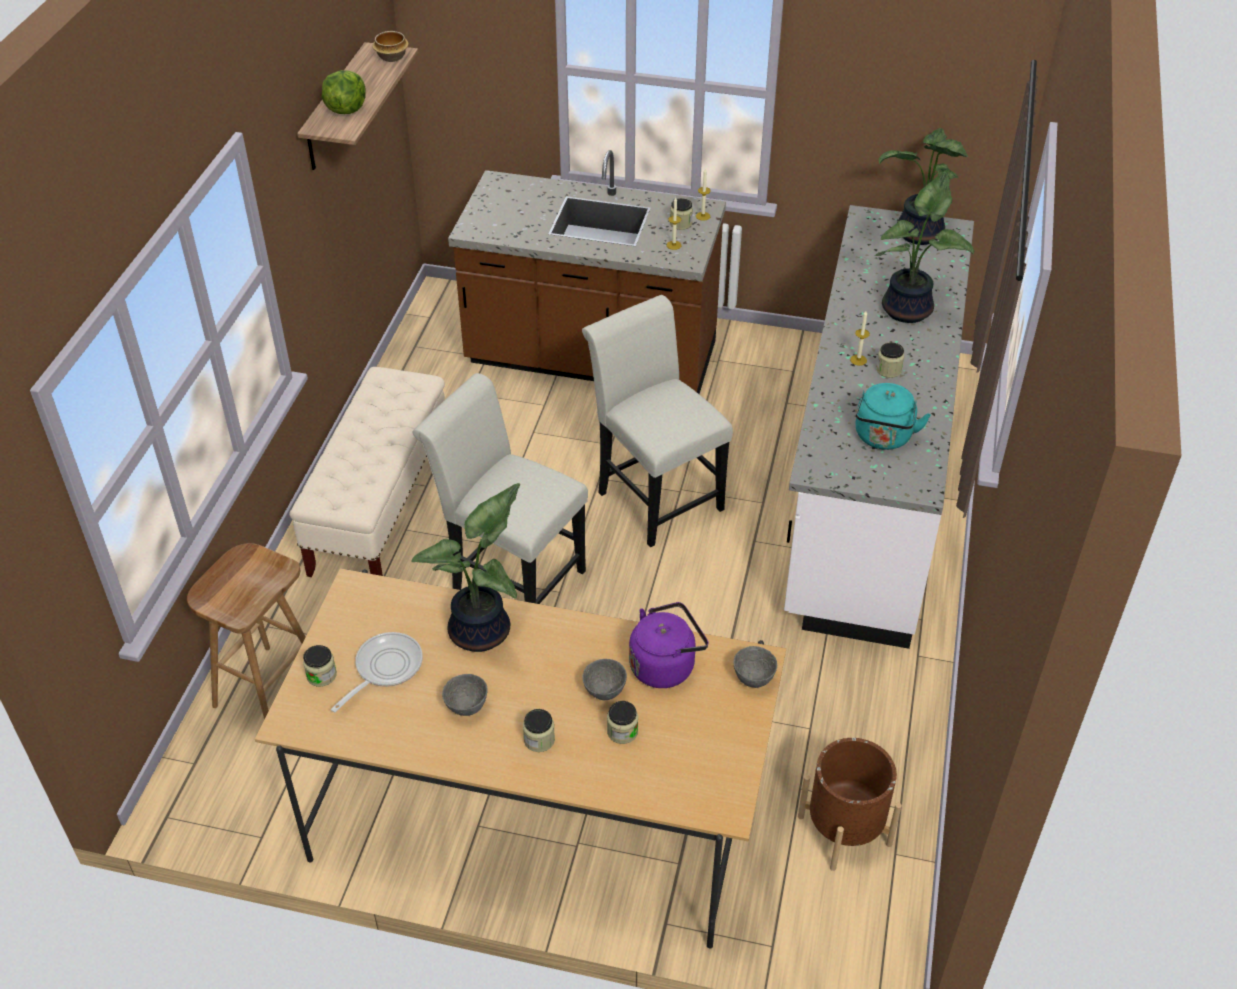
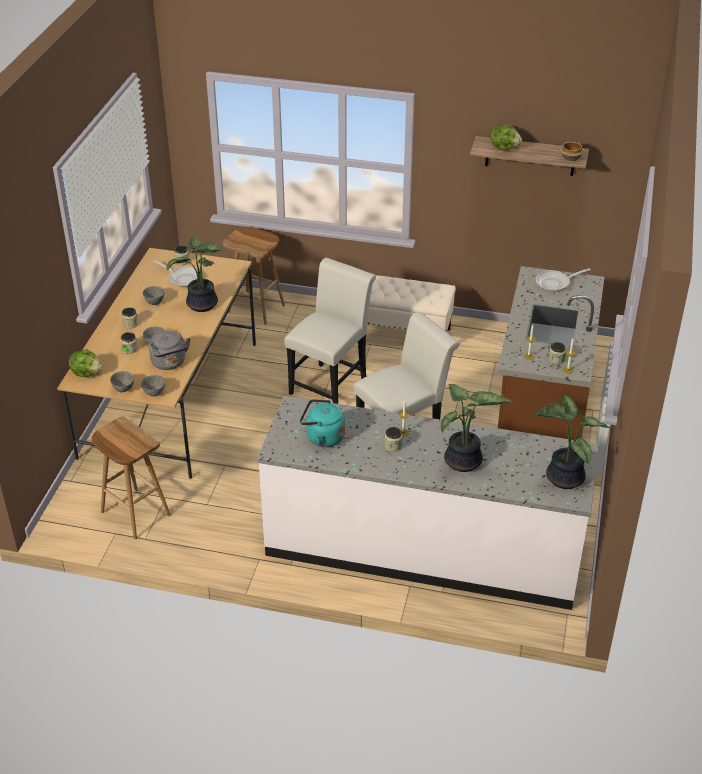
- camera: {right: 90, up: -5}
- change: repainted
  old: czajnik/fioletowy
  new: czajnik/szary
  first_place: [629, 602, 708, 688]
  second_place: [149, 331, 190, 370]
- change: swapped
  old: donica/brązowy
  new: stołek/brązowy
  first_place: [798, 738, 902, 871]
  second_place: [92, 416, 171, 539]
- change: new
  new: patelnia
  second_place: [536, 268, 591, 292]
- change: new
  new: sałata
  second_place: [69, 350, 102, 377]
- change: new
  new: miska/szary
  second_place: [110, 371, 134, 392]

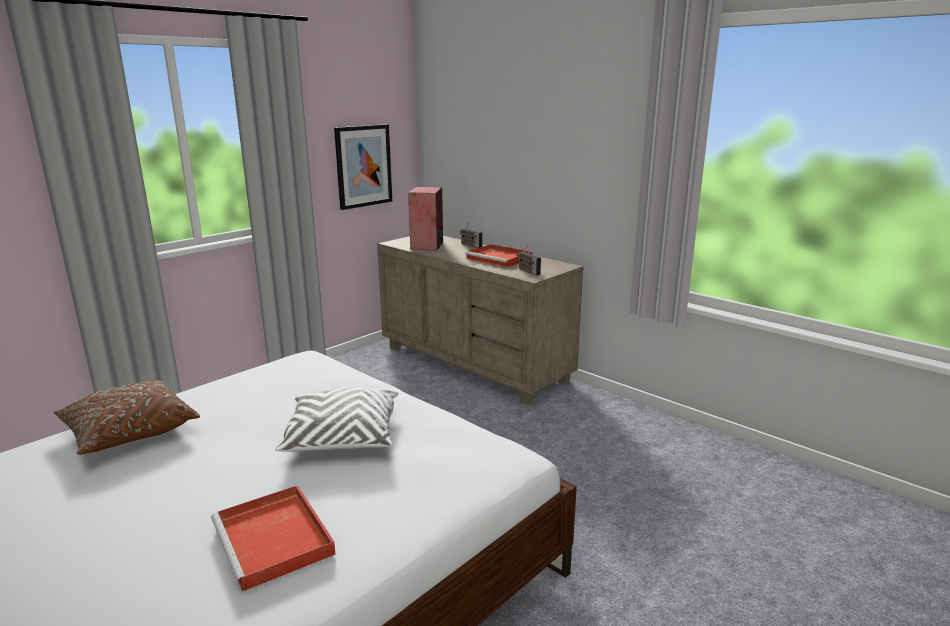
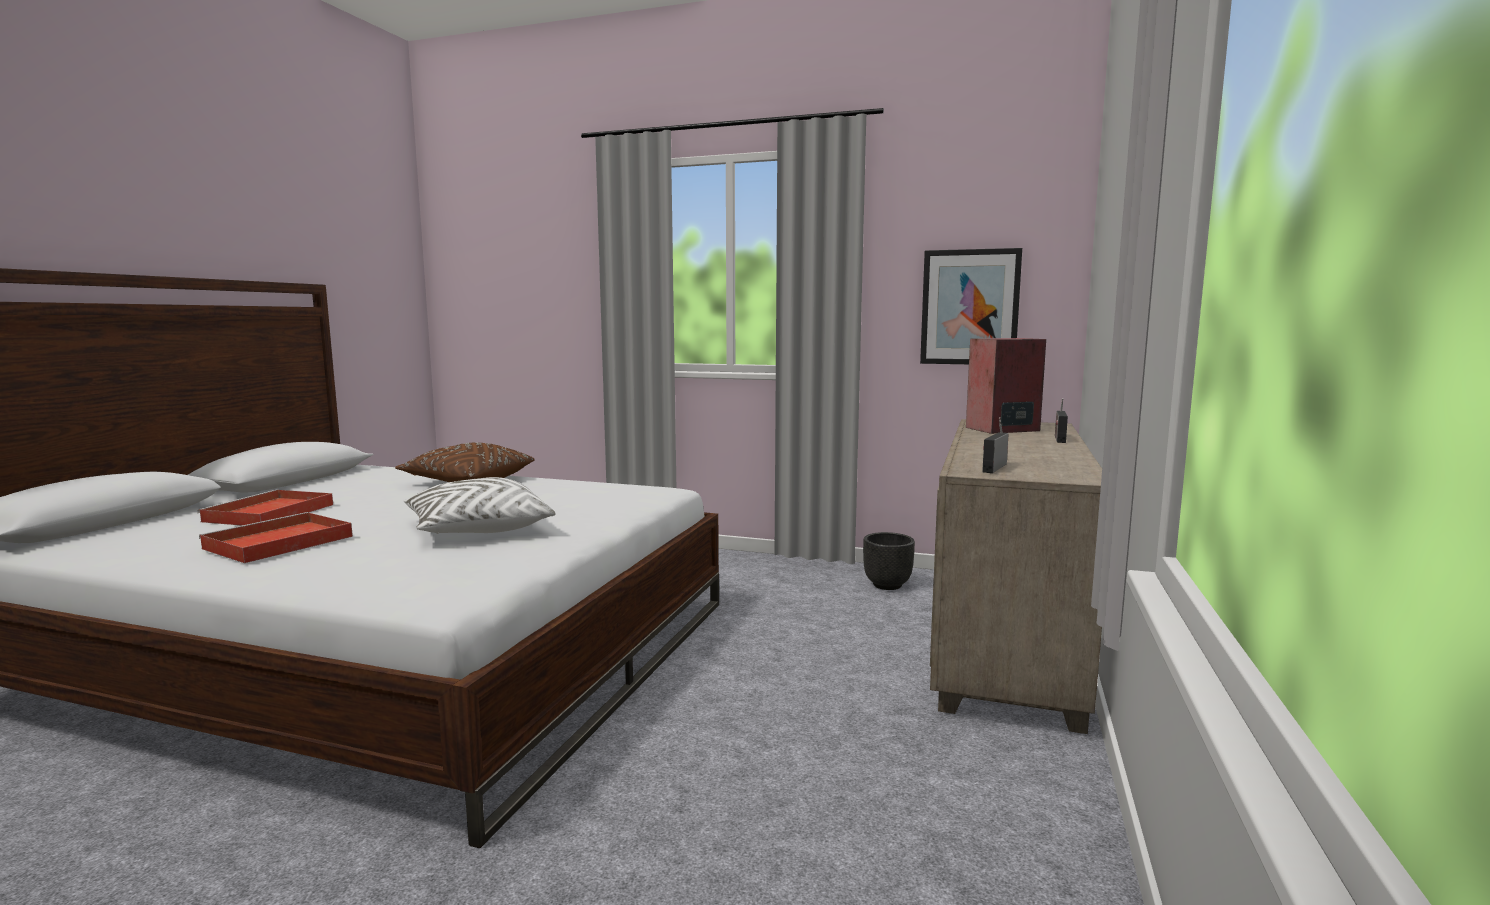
- camera: {right: 65, up: -10}
- change: shifted
  old: taca/czerwony
  first_place: [465, 244, 532, 268]
  second_place: [197, 489, 333, 526]
- change: new
  new: donica/czarny
  second_place: [863, 532, 915, 590]

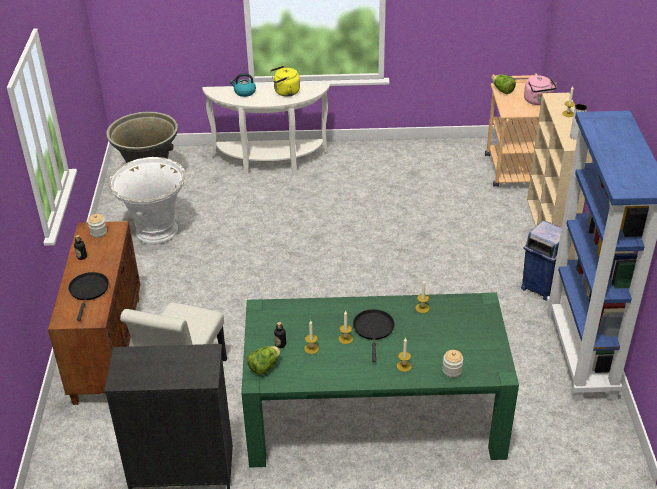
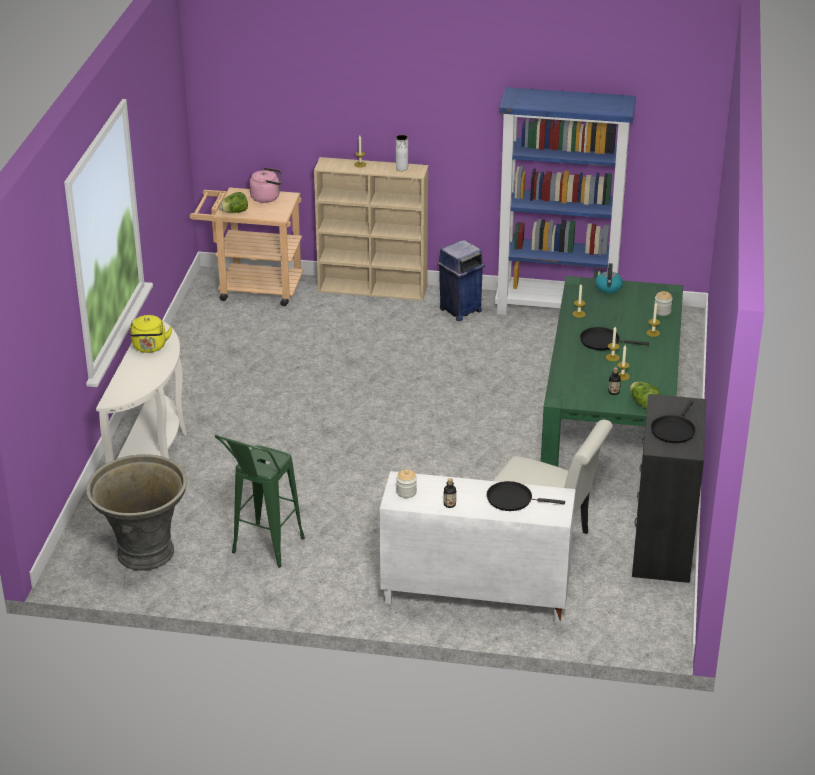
- camera: {right: -80, up: -5}
- change: shifted
  old: czajnik
  first_place: [230, 73, 256, 97]
  second_place: [595, 263, 623, 293]
- change: swapped
  old: donica/biały
  new: stołek/zielony
  first_place: [109, 157, 186, 244]
  second_place: [215, 435, 305, 568]
- change: repainted
  old: szafka/brązowy
  new: szafka/biały
  first_place: [48, 221, 140, 405]
  second_place: [380, 471, 576, 622]
- change: new
  new: patelnia/czarny
  second_place: [651, 401, 696, 443]

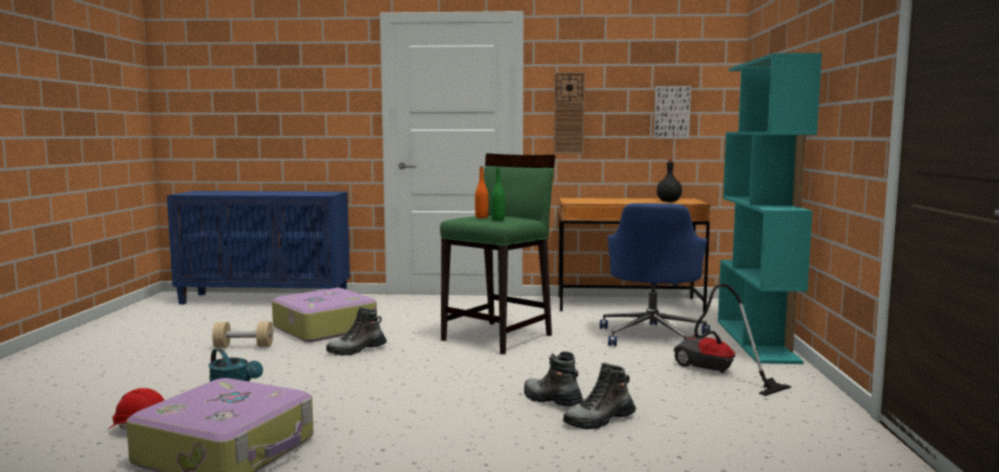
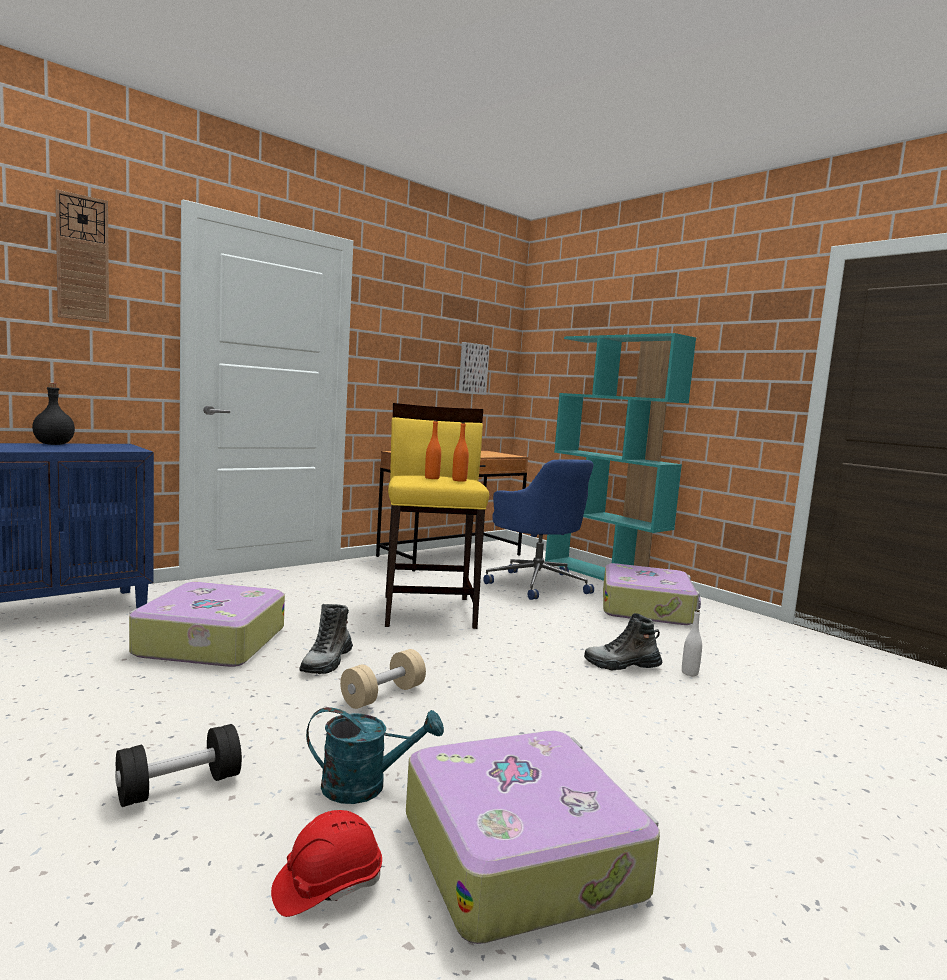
- camera: {right: -45, up: 0}
- change: shifted
  old: zegar ścienny
  first_place: [554, 72, 585, 154]
  second_place: [55, 189, 109, 323]
- change: repainted
  old: stołek/zielony
  new: stołek/żółty
  first_place: [440, 153, 555, 355]
  second_place: [385, 403, 489, 629]
- change: shifted
  old: butelka/czarny
  first_place: [657, 159, 682, 202]
  second_place: [32, 383, 75, 445]
- change: repainted
  old: butelka/zielony
  new: butelka/pomarańczowy
  first_place: [491, 168, 505, 220]
  second_place: [452, 422, 469, 482]
- change: swapped
  old: odkurzacz
  new: walizka
  first_place: [674, 284, 791, 396]
  second_place: [603, 563, 701, 625]
- change: shifted
  old: hantel/beżowy
  first_place: [212, 321, 273, 348]
  second_place: [340, 649, 426, 709]
- change: swapped
  old: but z cholewką
  new: butelka/biały
  first_place: [563, 363, 636, 429]
  second_place: [682, 609, 702, 676]
- change: new
  new: hantel/czarny
  second_place: [115, 724, 242, 807]

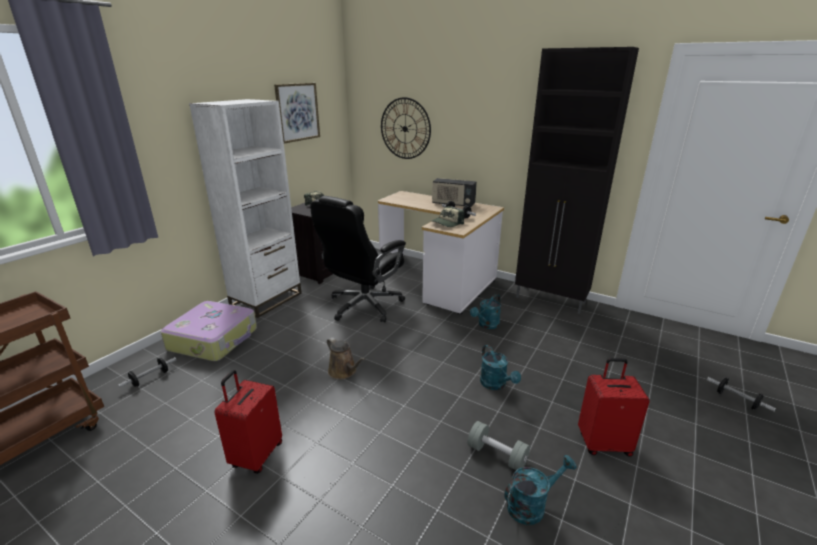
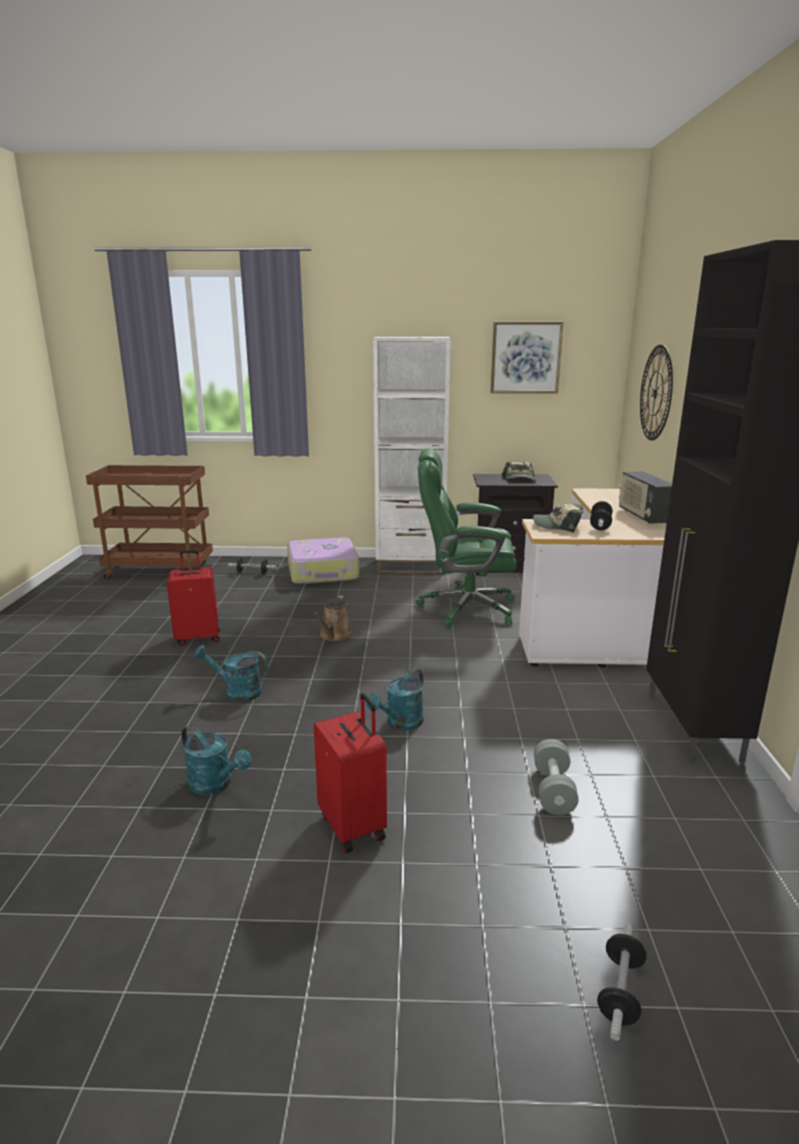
- camera: {right: 60, up: -5}
- change: repainted
  old: krzesło biurowe/czarny
  new: krzesło biurowe/zielony
  first_place: [310, 196, 406, 322]
  second_place: [416, 448, 516, 628]
- change: shifted
  old: konewka/turkusowy
  first_place: [470, 294, 501, 329]
  second_place: [194, 645, 268, 702]
- change: shifted
  old: hantel/szary
  first_place: [467, 421, 530, 470]
  second_place: [534, 739, 579, 815]

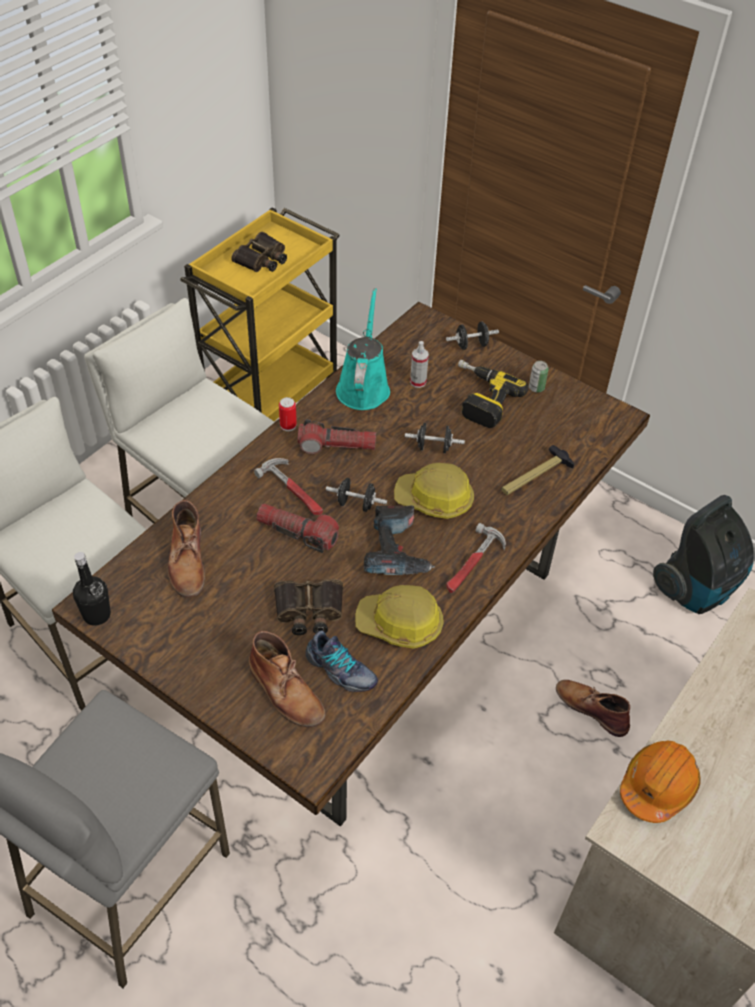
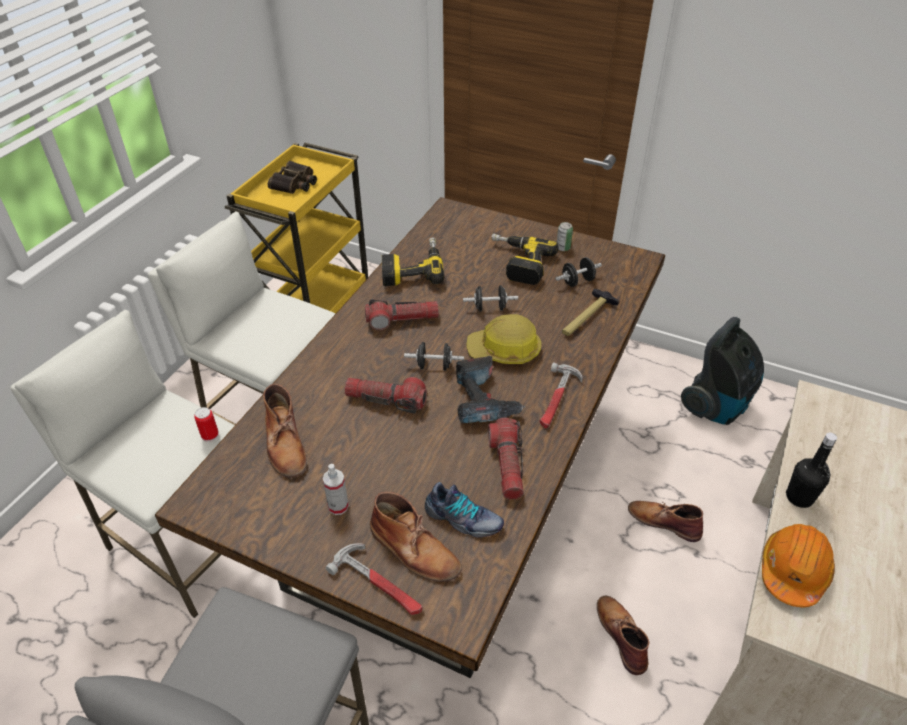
- camera: {right: -10, up: -5}
- change: swapped
  old: konewka/turkusowy
  new: wiertarka
  first_place: [336, 288, 390, 410]
  second_place: [382, 237, 445, 286]
- change: shifted
  old: hantel/czarny
  first_place: [446, 321, 499, 350]
  second_place: [555, 257, 602, 287]
- change: shifted
  old: spryskiwacz
  first_place: [410, 341, 429, 388]
  second_place: [323, 464, 349, 515]
- change: shifted
  old: puszka
  first_place: [279, 397, 297, 431]
  second_place: [194, 407, 219, 442]
- change: shifted
  old: młotek
  first_place: [254, 458, 323, 515]
  second_place: [326, 543, 423, 615]
- change: shifted
  old: butelka/czarny
  first_place: [73, 552, 111, 626]
  second_place: [786, 432, 837, 508]
- change: gone
  old: lornetka
  first_place: [274, 579, 343, 635]
- change: swapped
  old: kask
  new: latarka
  first_place: [355, 585, 444, 649]
  second_place: [488, 418, 524, 500]
- change: new
  new: but z cholewką/brązowy
  second_place: [597, 596, 650, 675]

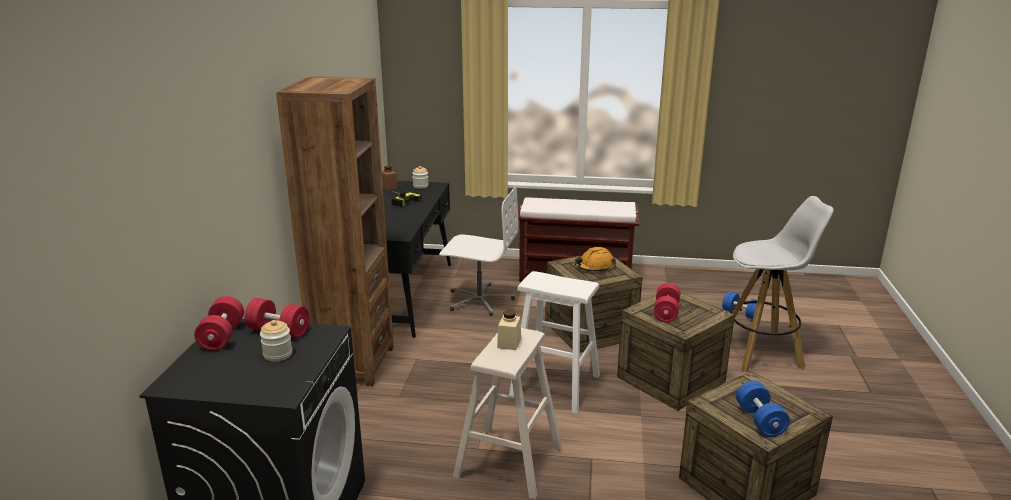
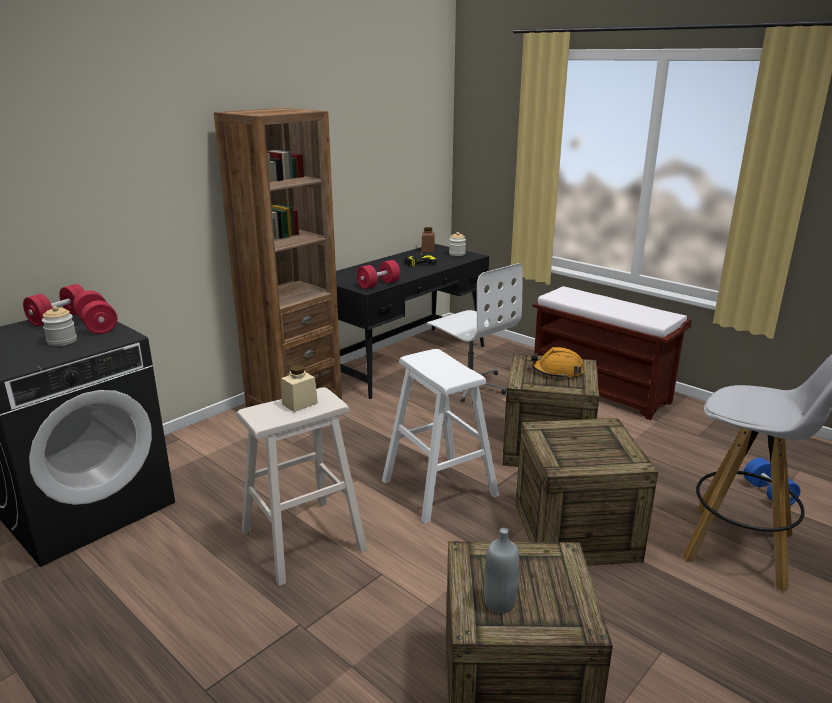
- camera: {right: 35, up: 0}
- change: shifted
  old: hantel/czerwony
  first_place: [654, 283, 680, 322]
  second_place: [357, 260, 400, 289]
- change: swapped
  old: hantel/niebieski
  new: butelka/szary
  first_place: [736, 381, 790, 437]
  second_place: [484, 528, 519, 613]

